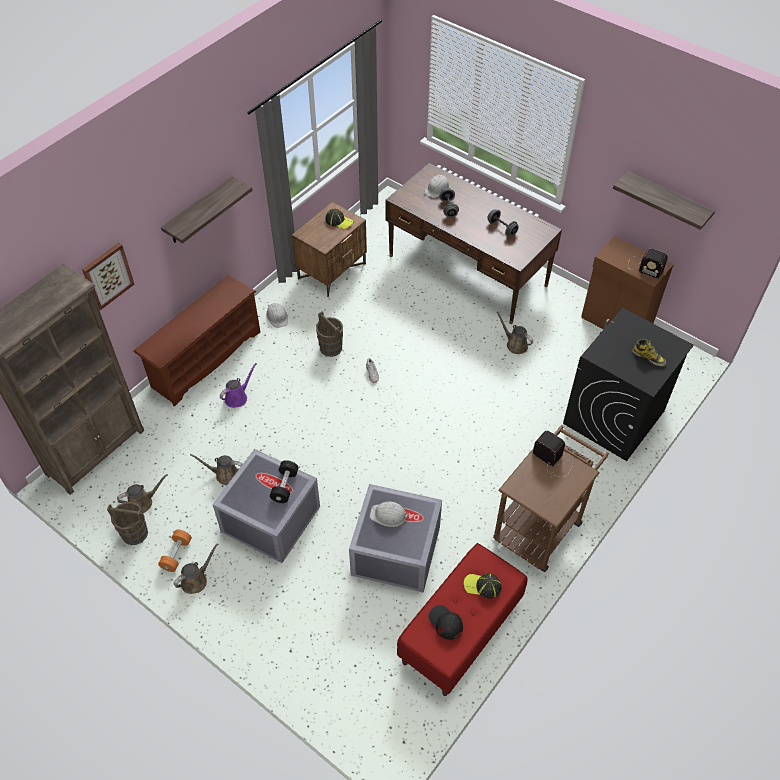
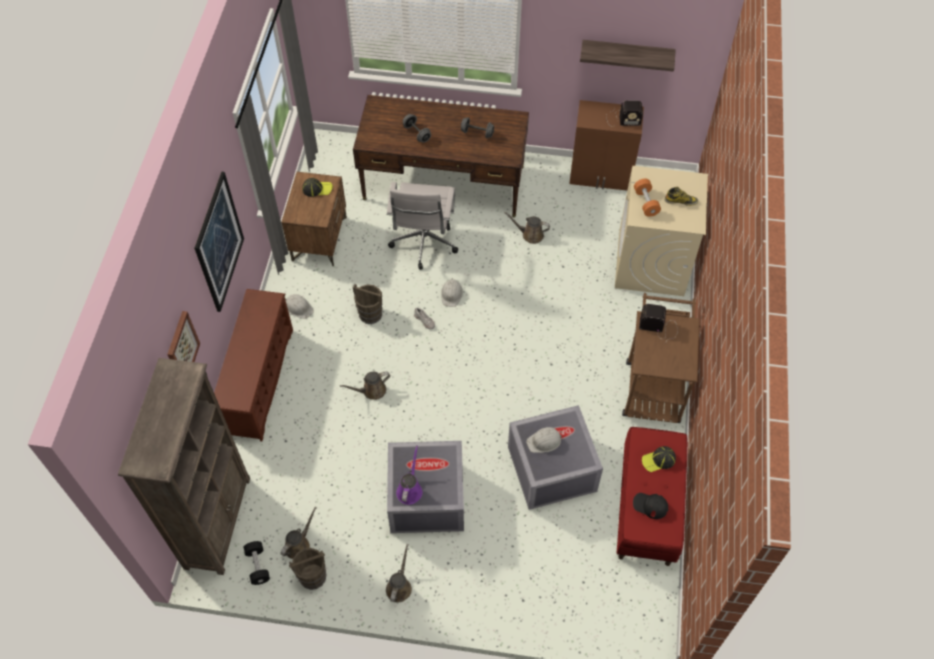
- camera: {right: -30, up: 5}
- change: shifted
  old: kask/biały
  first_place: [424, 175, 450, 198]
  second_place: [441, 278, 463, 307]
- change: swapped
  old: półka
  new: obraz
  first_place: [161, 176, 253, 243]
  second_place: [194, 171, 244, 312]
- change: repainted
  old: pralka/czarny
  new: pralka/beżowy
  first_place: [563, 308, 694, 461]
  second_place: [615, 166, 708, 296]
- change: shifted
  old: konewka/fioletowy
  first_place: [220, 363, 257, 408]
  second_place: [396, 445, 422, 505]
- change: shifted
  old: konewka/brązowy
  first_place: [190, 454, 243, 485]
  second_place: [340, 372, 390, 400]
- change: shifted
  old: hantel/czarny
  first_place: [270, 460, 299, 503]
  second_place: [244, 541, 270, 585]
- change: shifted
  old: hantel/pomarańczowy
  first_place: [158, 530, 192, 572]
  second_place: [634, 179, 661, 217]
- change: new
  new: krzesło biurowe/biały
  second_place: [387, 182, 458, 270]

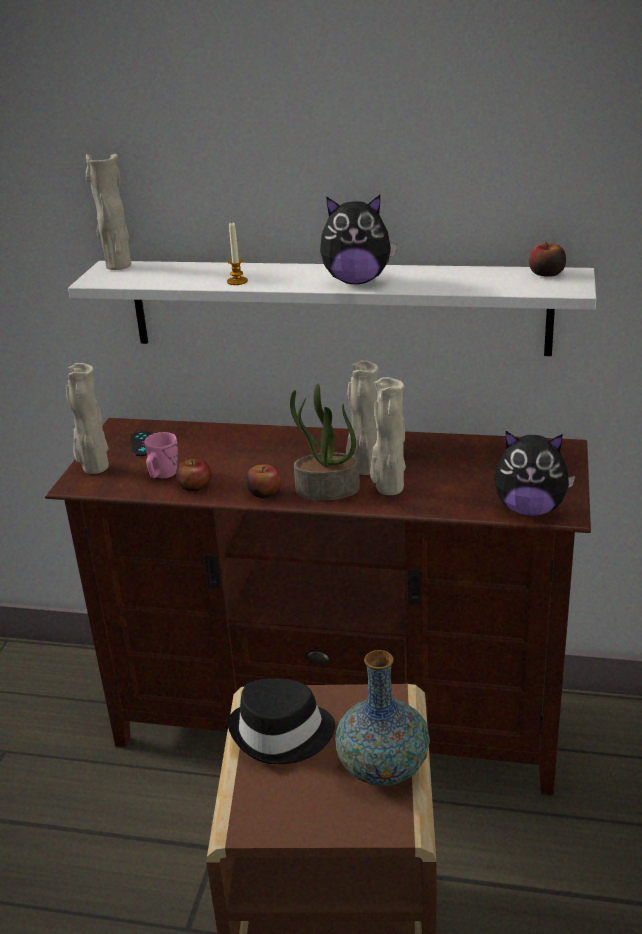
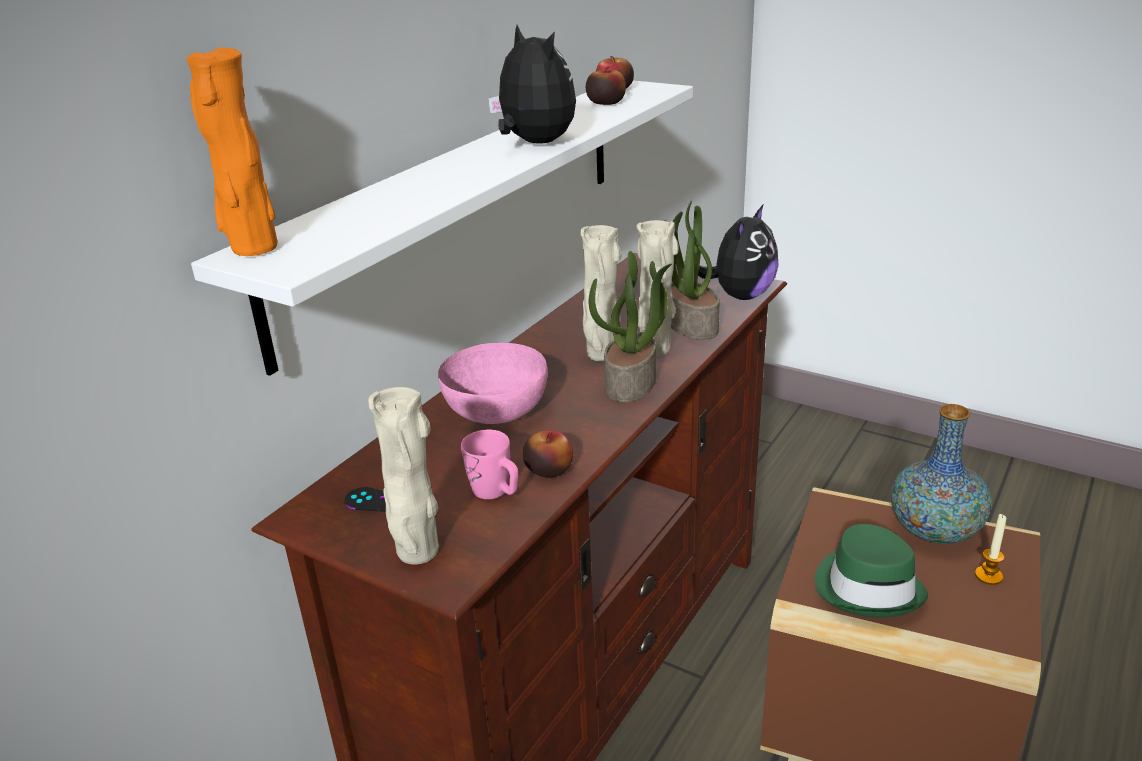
- camera: {right: -70, up: 0}
- change: repainted
  old: wazon/beżowy
  new: wazon/pomarańczowy
  first_place: [86, 154, 131, 270]
  second_place: [187, 48, 277, 256]
- change: rotated
  old: pluszak
  first_place: [320, 195, 397, 284]
  second_place: [488, 25, 576, 144]
  degrees: -60
- change: shifted
  old: świeca
  first_place: [227, 223, 248, 285]
  second_place: [975, 514, 1006, 585]
- change: shifted
  old: jabłko
  first_place: [246, 464, 281, 498]
  second_place: [586, 66, 626, 105]
- change: repainted
  old: kapelusz/czarny
  new: kapelusz/zielony
  first_place: [228, 679, 335, 764]
  second_place: [814, 524, 928, 617]
- change: new
  new: roślina doniczkowa
  second_place: [663, 201, 720, 340]
- change: new
  new: miska/różowy
  second_place: [438, 343, 547, 424]

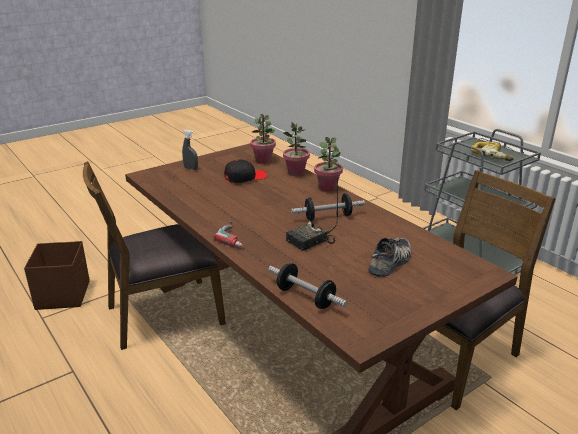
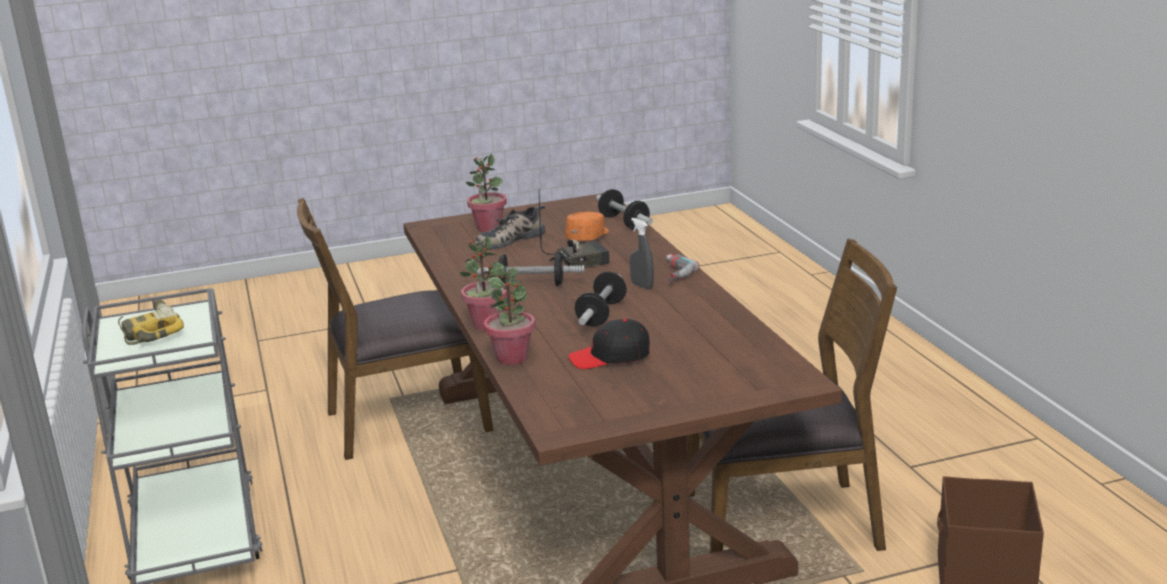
- camera: {right: -160, up: -5}
- change: shifted
  old: roślina doniczkowa
  first_place: [250, 114, 276, 164]
  second_place: [466, 154, 507, 232]
- change: shifted
  old: spryskiwacz/szary
  first_place: [182, 130, 198, 170]
  second_place: [630, 218, 654, 290]
- change: new
  new: czapka z daszkiem/pomarańczowy
  second_place: [565, 212, 609, 241]
- change: new
  new: hantel
  second_place: [575, 271, 627, 327]

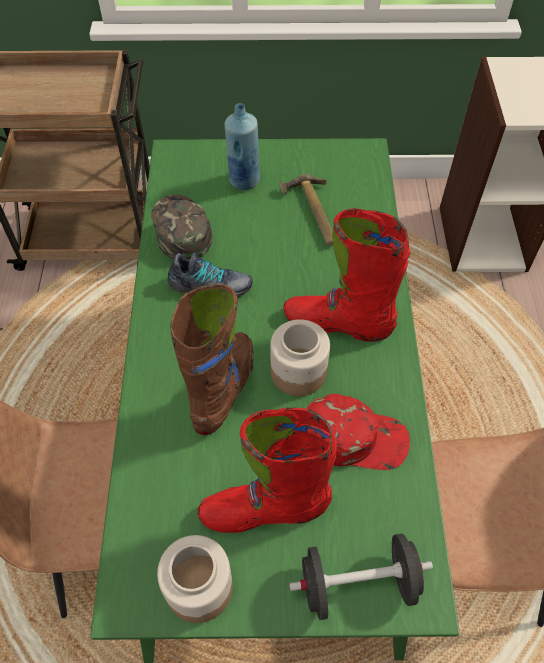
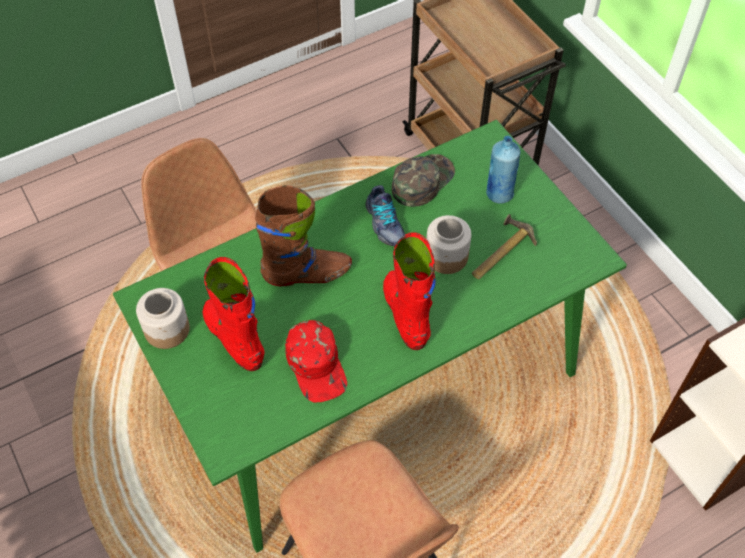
- camera: {right: 60, up: 0}
- change: shifted
  old: słoik
  first_place: [270, 319, 330, 396]
  second_place: [426, 215, 471, 274]
- change: gone
  old: hantel/czarny
  first_place: [289, 534, 433, 620]

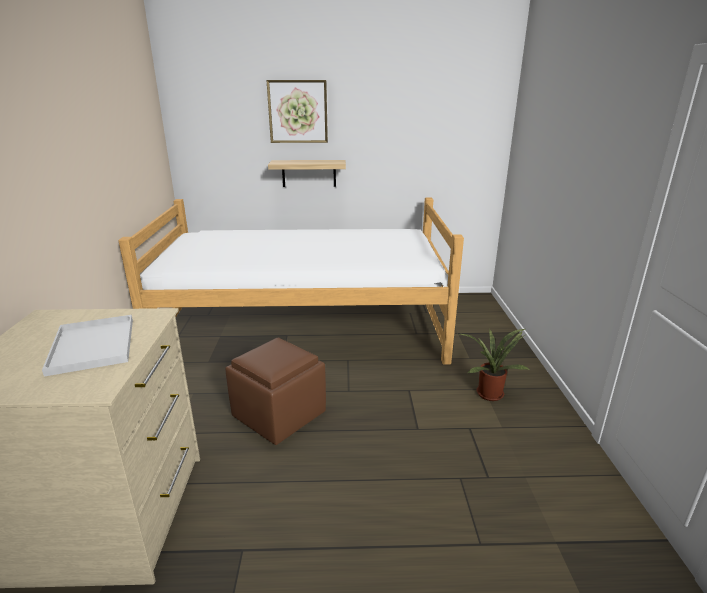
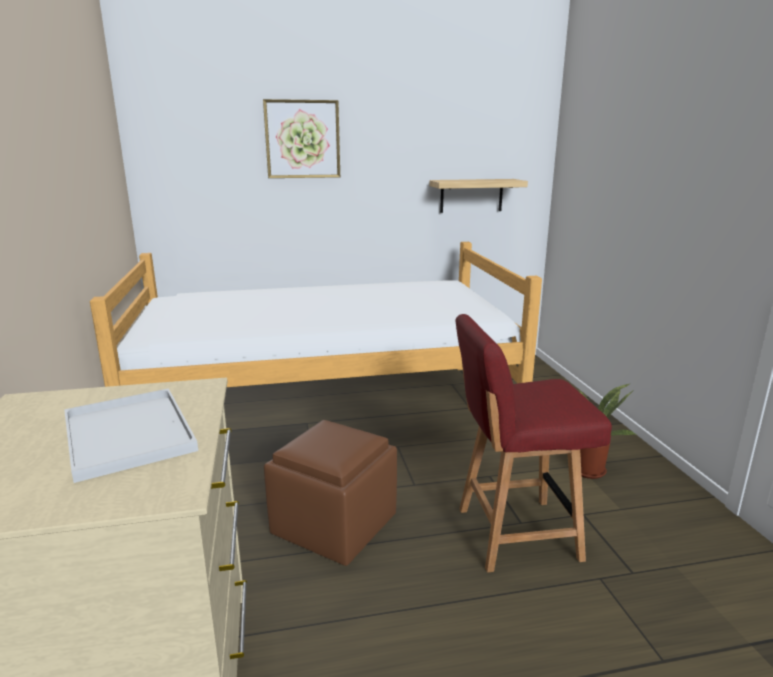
- camera: {right: -10, up: -5}
- change: shifted
  old: półka
  first_place: [268, 160, 346, 187]
  second_place: [429, 179, 528, 213]
- change: new
  new: krzesło/czerwony
  second_place: [455, 314, 612, 572]

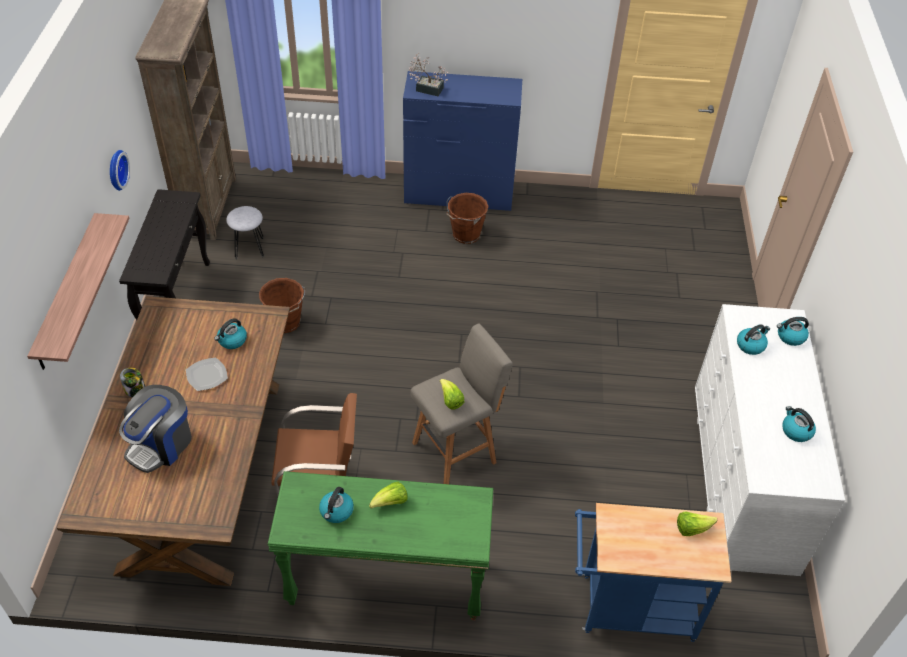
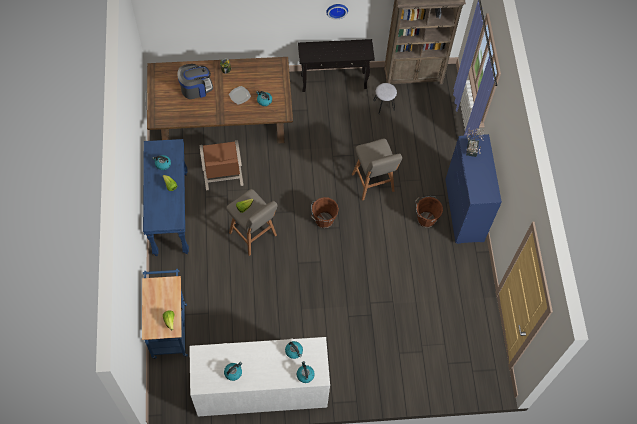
- camera: {right: 80, up: 15}
- change: gone
  old: półka
  first_place: [27, 213, 130, 370]
- change: shifted
  old: wiadro/brązowy
  first_place: [259, 278, 305, 333]
  second_place: [311, 197, 339, 228]
- change: rotated
  old: ekspres do kawy
  first_place: [119, 385, 192, 473]
  second_place: [177, 64, 213, 99]
  degrees: 135
- change: repainted
  old: stolik konsolowy/zielony
  new: stolik konsolowy/niebieski
  first_place: [268, 471, 493, 620]
  second_place: [143, 139, 189, 256]
- change: new
  new: stołek/szary
  second_place: [352, 139, 402, 201]

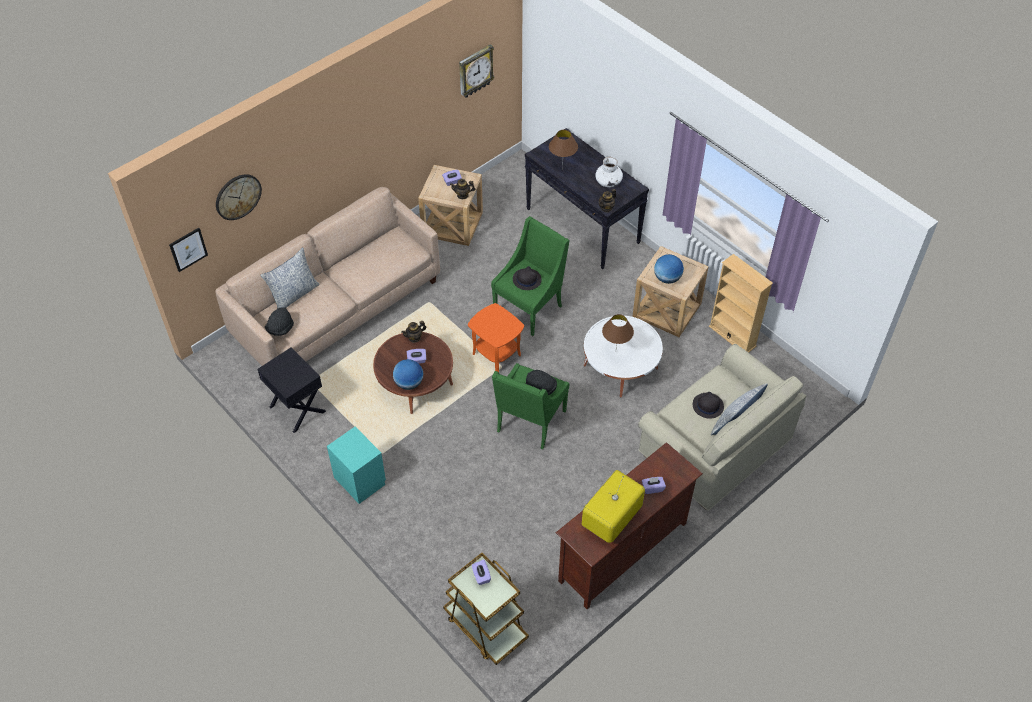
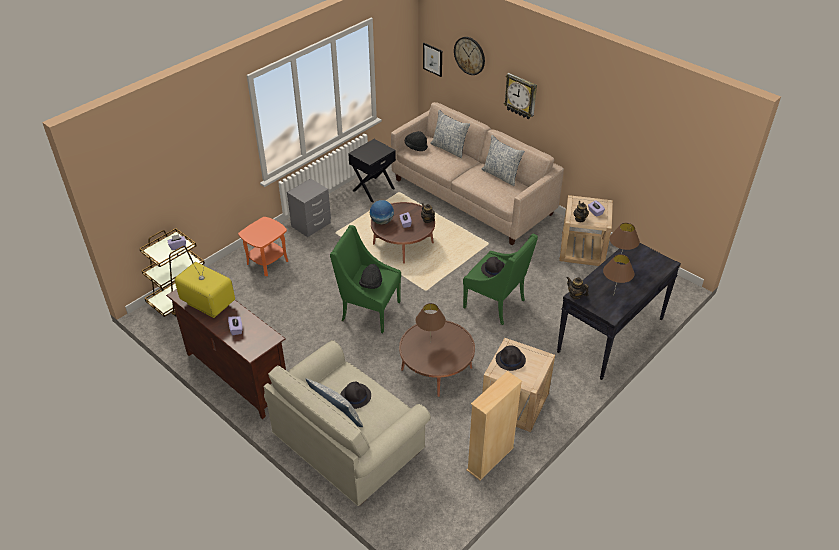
- camera: {right: 85, up: -10}
- change: shifted
  old: zegar ścienny
  first_place: [459, 44, 494, 98]
  second_place: [504, 73, 537, 120]
- change: swapped
  old: wazon/biały
  new: lampa stołowa/brązowy
  first_place: [595, 157, 623, 187]
  second_place: [603, 254, 635, 296]
- change: swapped
  old: globus
  new: kapelusz/czarny
  first_place: [654, 254, 684, 284]
  second_place: [496, 345, 526, 371]
- change: shifted
  old: stolik/pomarańczowy
  first_place: [468, 303, 524, 372]
  second_place: [238, 217, 288, 276]
- change: repainted
  old: ława/biały
  new: ława/brązowy
  first_place: [584, 316, 663, 397]
  second_place: [399, 321, 475, 397]
- change: repainted
  old: szafka nocna/turkusowy
  new: szafka nocna/szary
  first_place: [327, 427, 386, 504]
  second_place: [287, 178, 331, 237]
- change: new
  new: poduszka
  second_place: [482, 135, 525, 186]

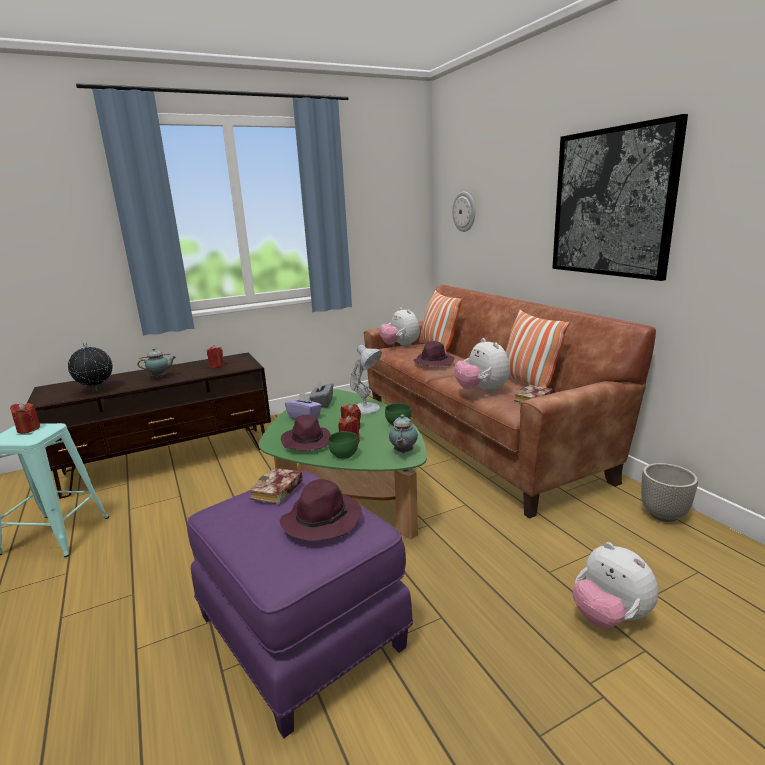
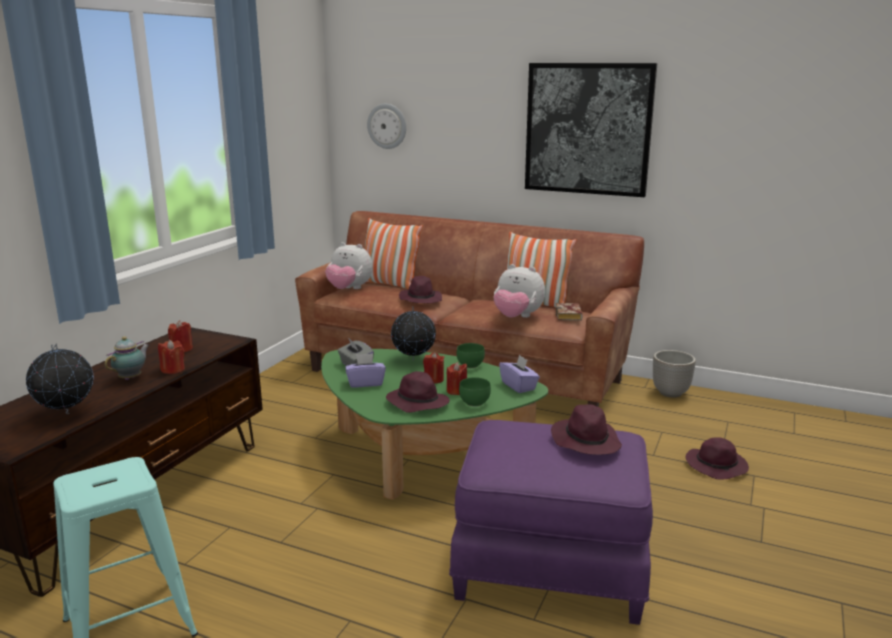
- camera: {right: -40, up: 0}
- change: swapped
  old: lampa stołowa/biały
  new: globus
  first_place: [350, 345, 382, 415]
  second_place: [391, 306, 436, 361]
- change: shifted
  old: świeca/czerwony
  first_place: [10, 403, 40, 433]
  second_place: [158, 340, 185, 374]
- change: swapped
  old: imbryk
  new: pudełko chusteczek/fioletowy
  first_place: [389, 414, 418, 453]
  second_place: [499, 355, 540, 393]
- change: gone
  old: książka
  first_place: [249, 468, 303, 504]
- change: swapped
  old: pluszak
  new: kapelusz/fioletowy
  first_place: [573, 542, 659, 628]
  second_place: [685, 438, 749, 480]

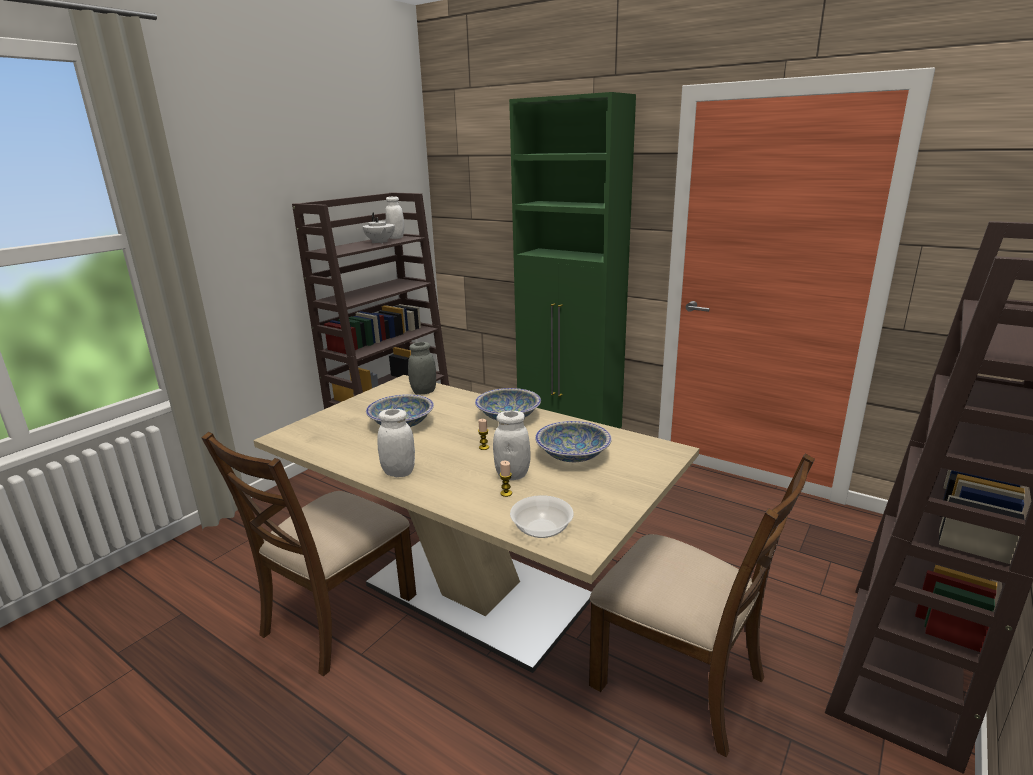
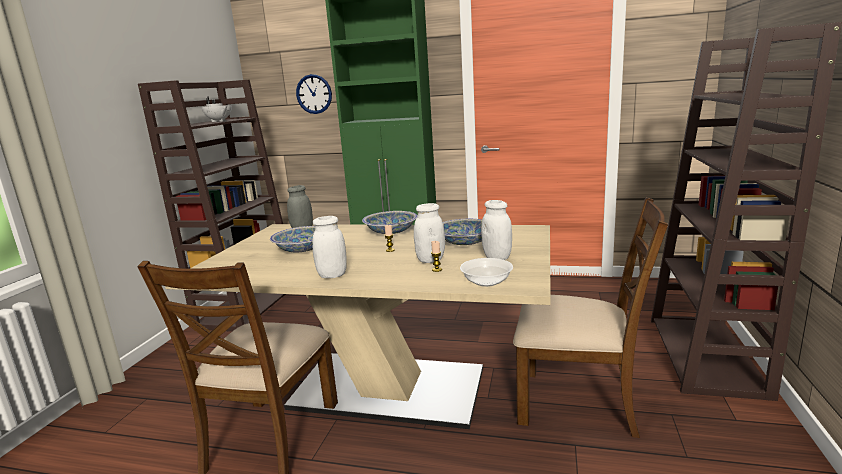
- camera: {right: -20, up: -5}
- change: shifted
  old: słoik/biały
  first_place: [385, 196, 404, 239]
  second_place: [481, 200, 512, 260]
- change: new
  new: zegar ścienny
  second_place: [296, 74, 332, 114]

